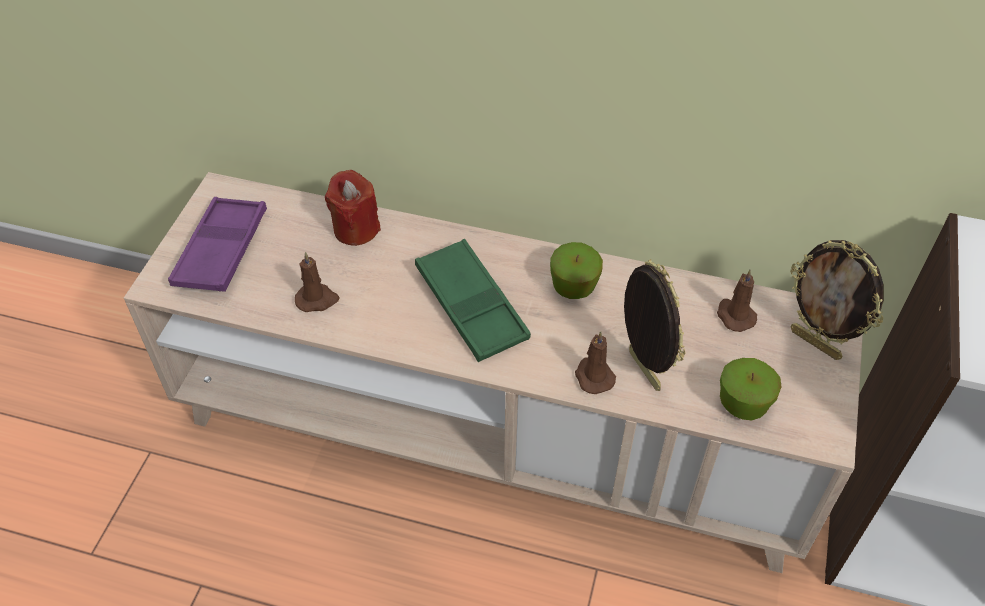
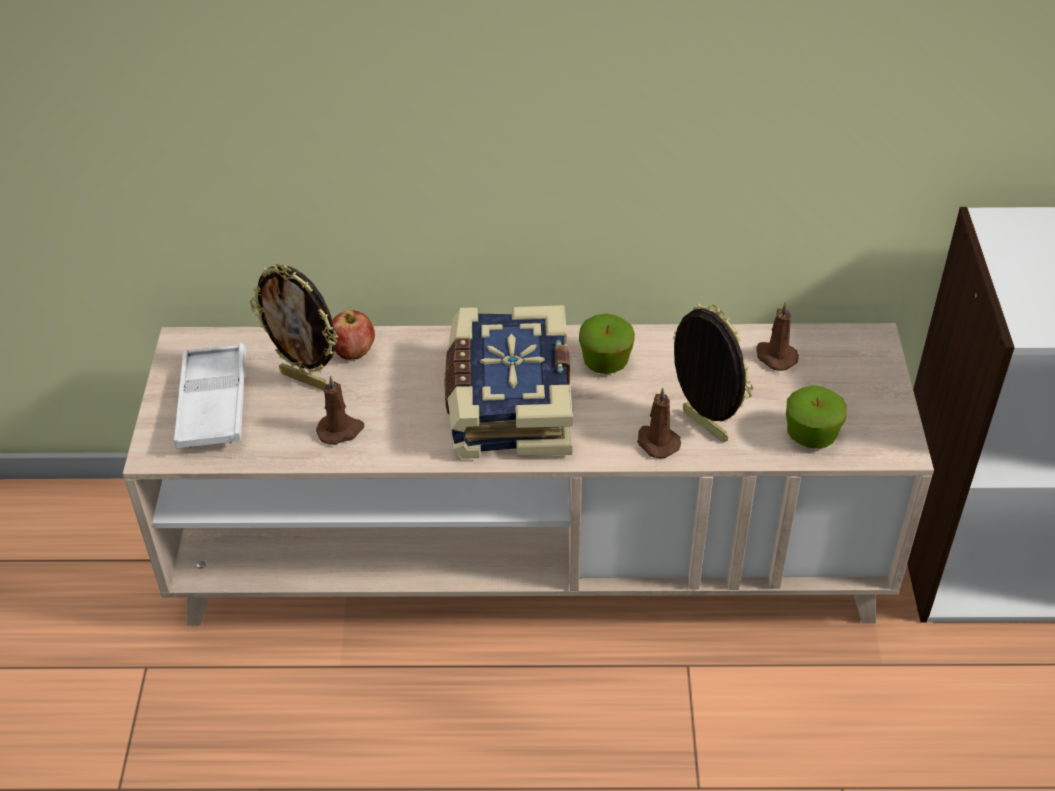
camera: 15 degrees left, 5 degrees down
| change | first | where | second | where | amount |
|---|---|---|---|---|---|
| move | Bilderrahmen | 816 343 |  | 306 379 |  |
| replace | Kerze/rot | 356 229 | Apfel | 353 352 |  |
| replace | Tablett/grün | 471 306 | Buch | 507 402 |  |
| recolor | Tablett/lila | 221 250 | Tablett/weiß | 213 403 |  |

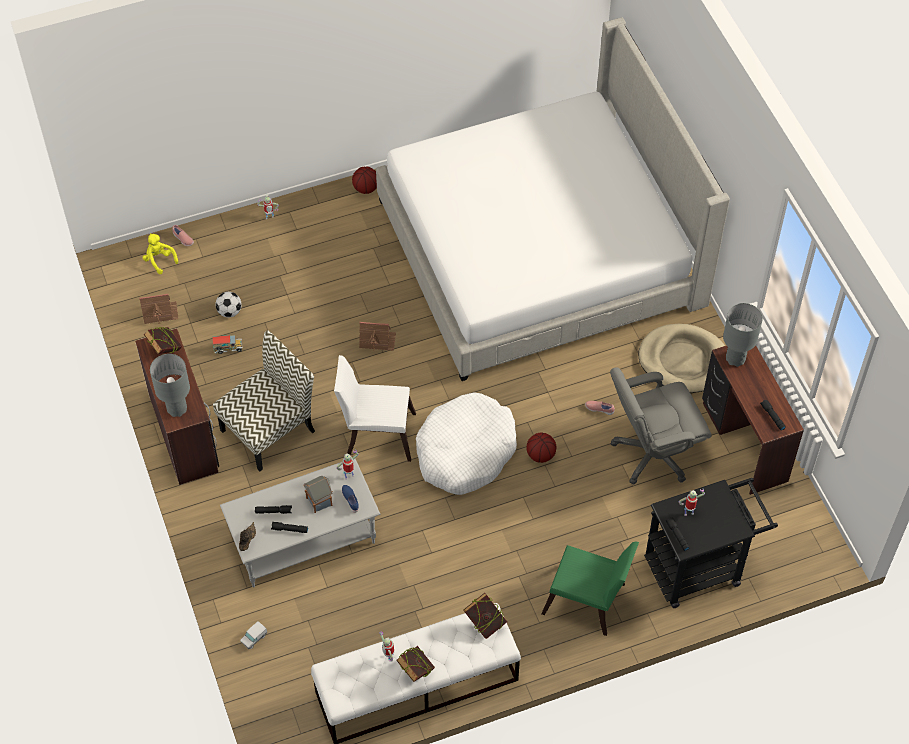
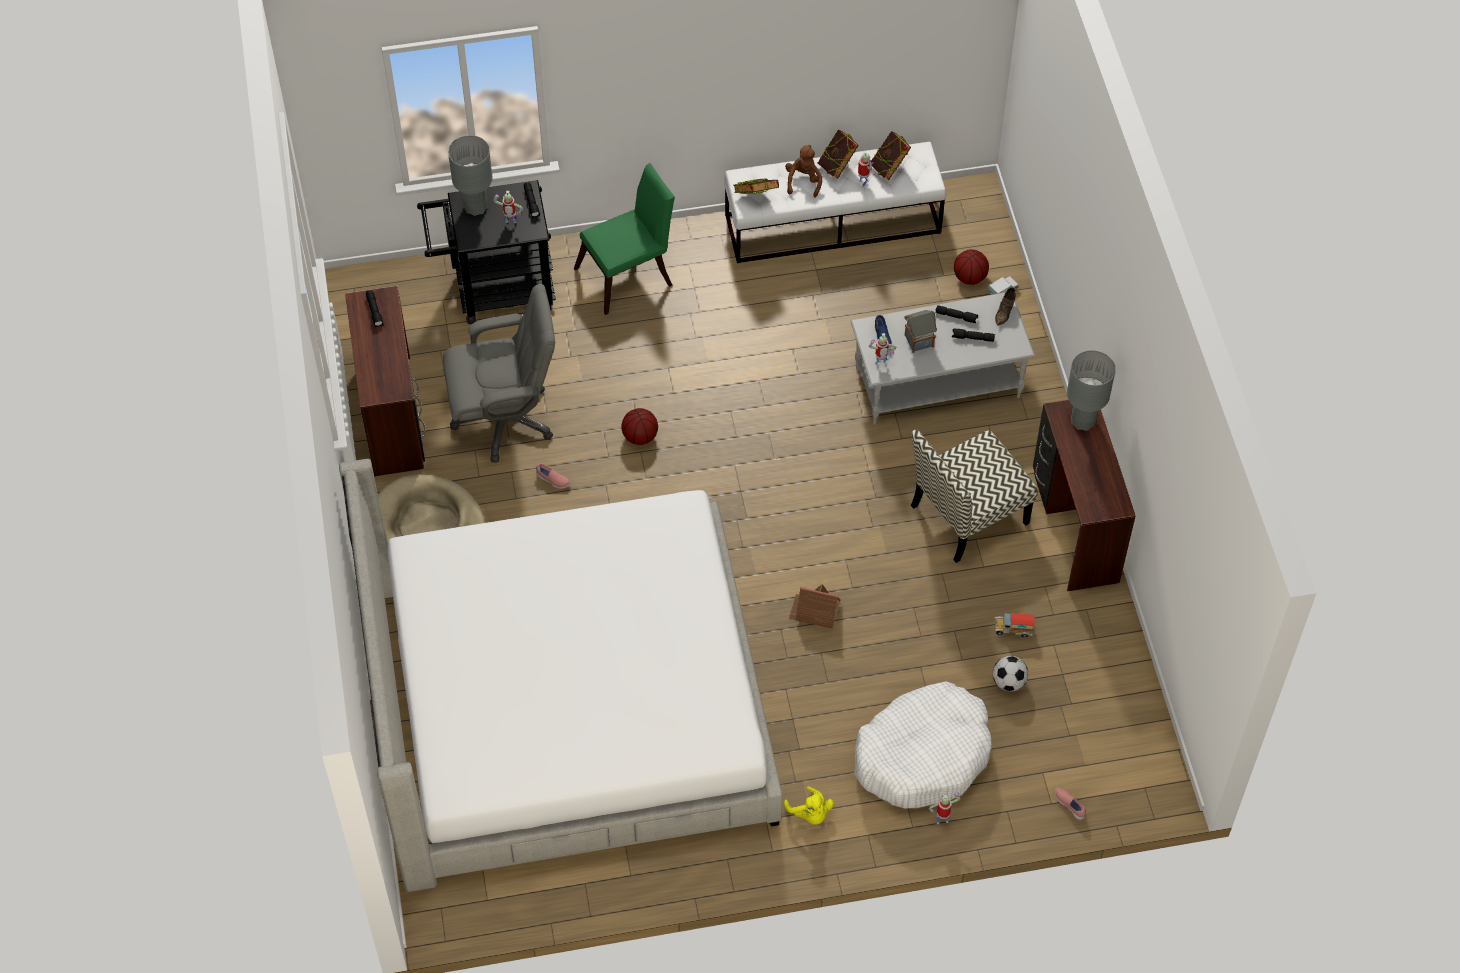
camera: 170 degrees left, 0 degrees up
| change | first | where | second | where | amount |
|---|---|---|---|---|---|
| delete | Spielzeughaus | 160 313 |  |  |  |
| delete | Stuhl/weiß | 375 433 |  |  |  |
| insert |  |  | Plüschtier/braun | 803 181 |  |
| move | Plüschtier/gelb | 159 260 |  | 810 814 |  |
| move | Buch | 165 350 |  | 889 168 |  |
| move | Basketball | 365 188 |  | 970 278 |  |
| move | Hundebett/weiß | 465 451 |  | 923 754 |  |
| move | Tischlampe/grau | 735 359 |  | 475 207 |  |
| rotate | Stuhl/grün | 588 602 |  | 629 275 | 120 degrees clockwise |

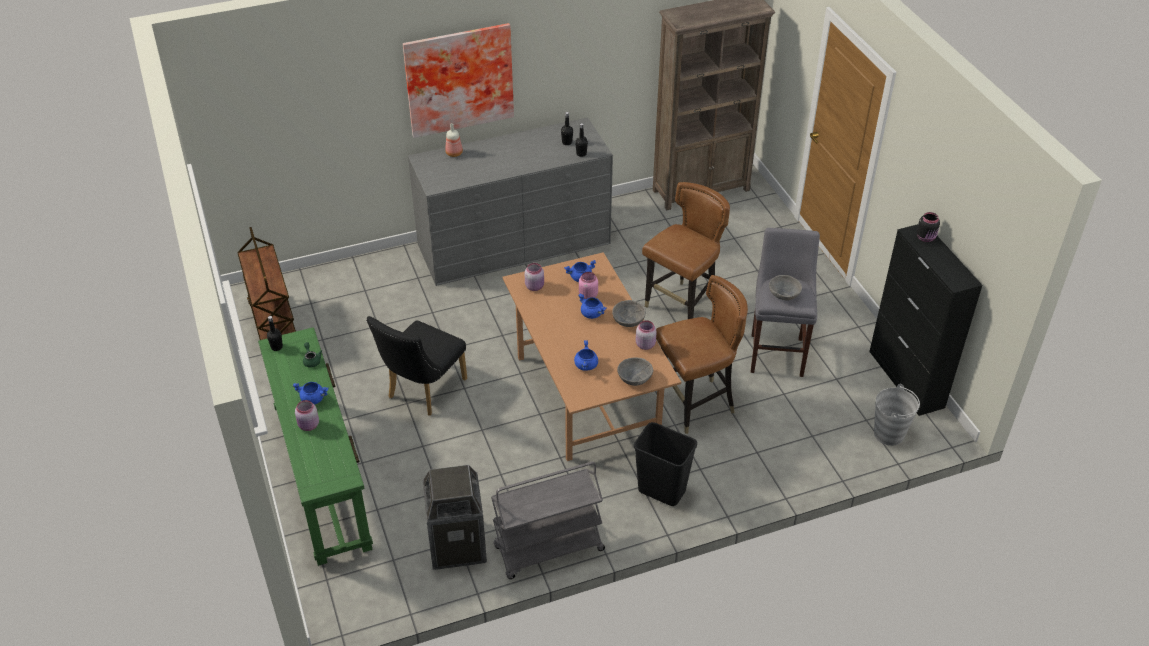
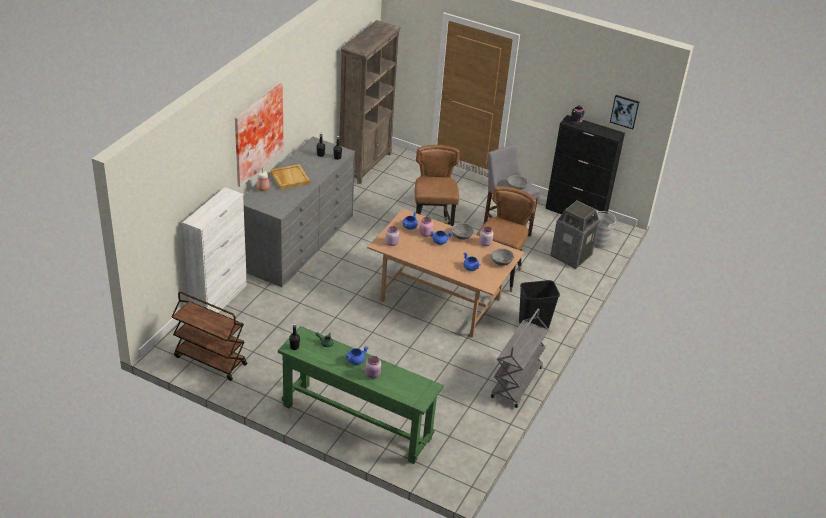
camera: 45 degrees left, 5 degrees down
| change | first | where | second | where | amount |
|---|---|---|---|---|---|
| delete | Stuhl/schwarz | 422 391 |  |  |  |
| insert |  |  | Schrank/weiß | 219 300 |  |
| insert |  |  | Tablett/beige | 289 178 |  |
| insert |  |  | Bild | 624 111 |  |
| move | Mülleimer | 458 545 |  | 571 255 |  |

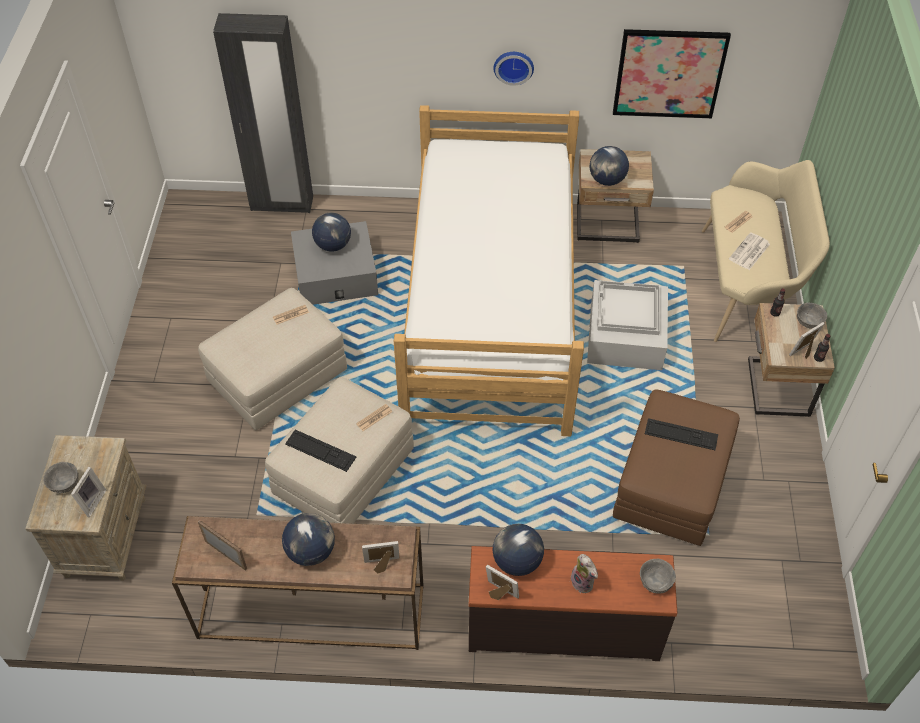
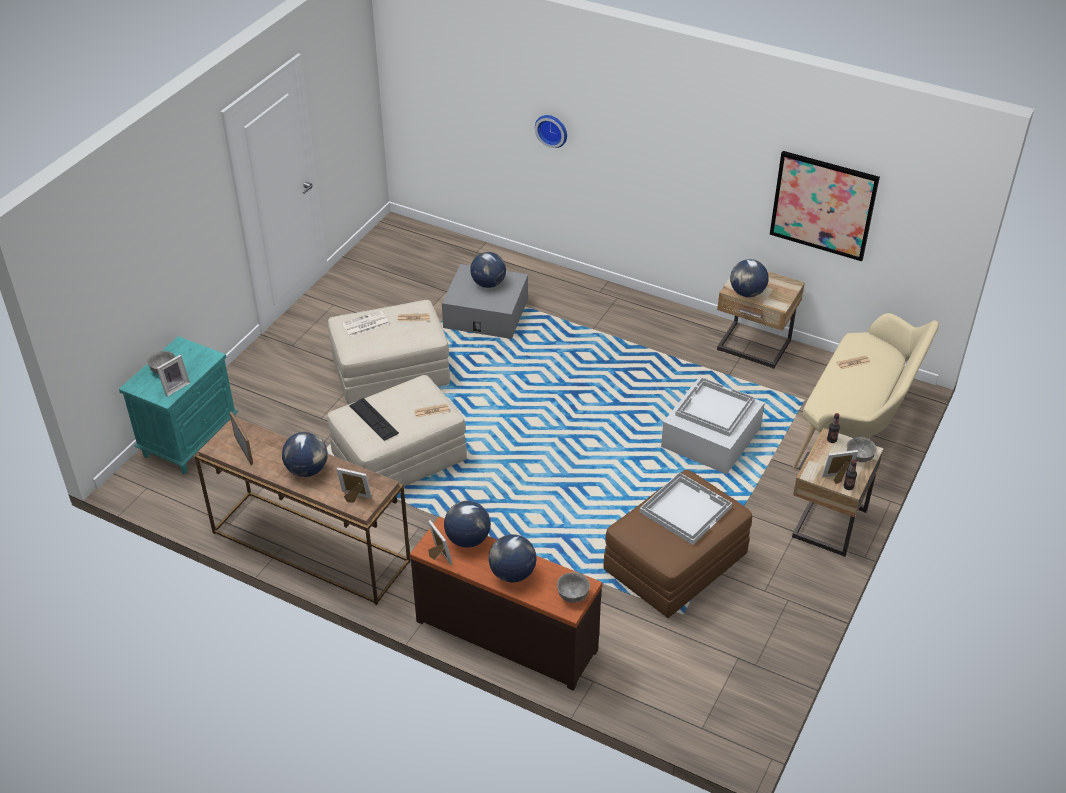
camera: 25 degrees right, 10 degrees down
| change | first | where | second | where | amount |
|---|---|---|---|---|---|
| delete | Kleiderschrank/schwarz | 282 204 |  |  |  |
| delete | Bett | 492 308 |  |  |  |
| move | Wanduhr | 513 66 |  | 552 130 |  |
| move | Zeitung | 749 252 |  | 365 324 |  |
| replace | Plüschtier | 583 582 | Globus | 512 573 |  |
| replace | Tastatur | 681 434 | Tablett/weiß | 685 509 |  |
| recolor | Nachttisch/beige | 105 536 | Nachttisch/türkis | 190 439 |  |

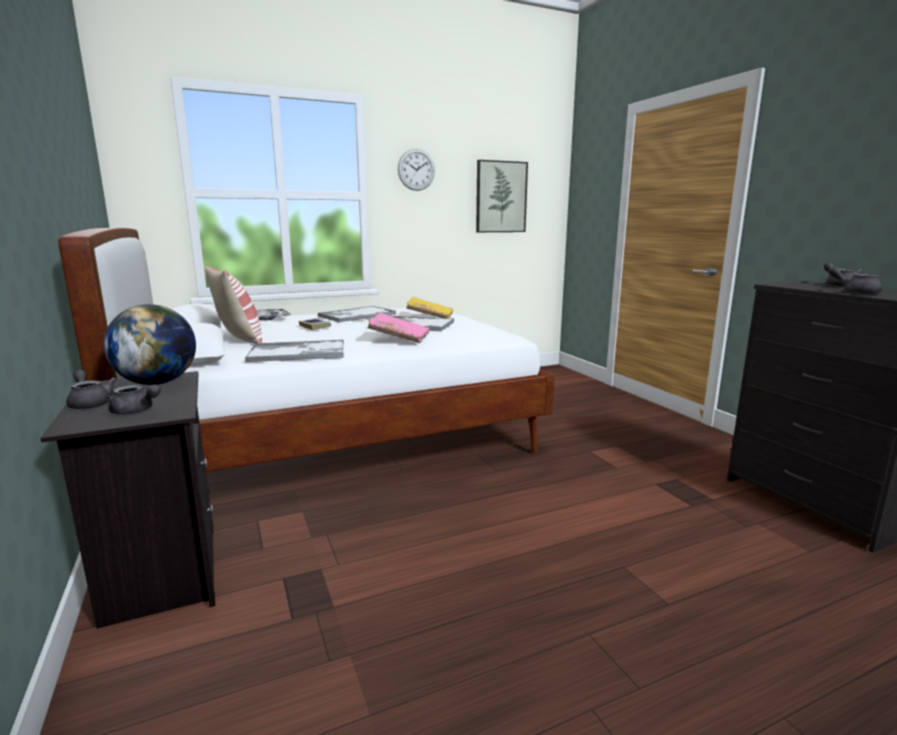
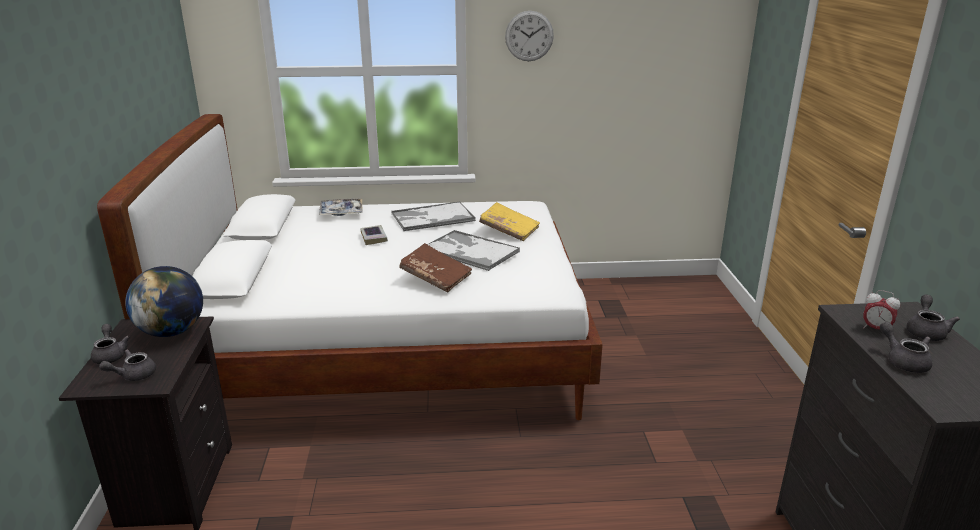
camera: 20 degrees right, 10 degrees up
| change | first | where | second | where | amount |
|---|---|---|---|---|---|
| delete | Kissen | 239 339 |  |  |  |
| delete | Tablett | 299 352 |  |  |  |
| delete | Bild | 500 197 |  |  |  |
| insert |  |  | Wecker | 875 329 |  |
| recolor | Buch/rosa | 399 338 | Buch/braun | 436 277 |  |
| rotate | Teekanne/grau | 135 411 |  | 133 375 | 105 degrees clockwise |

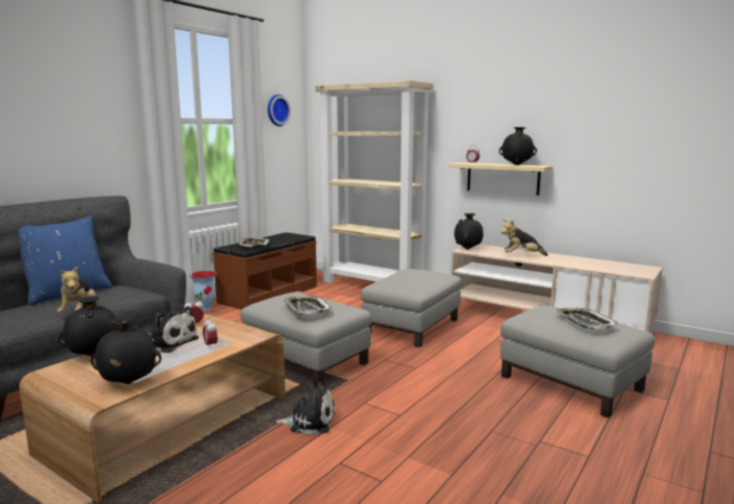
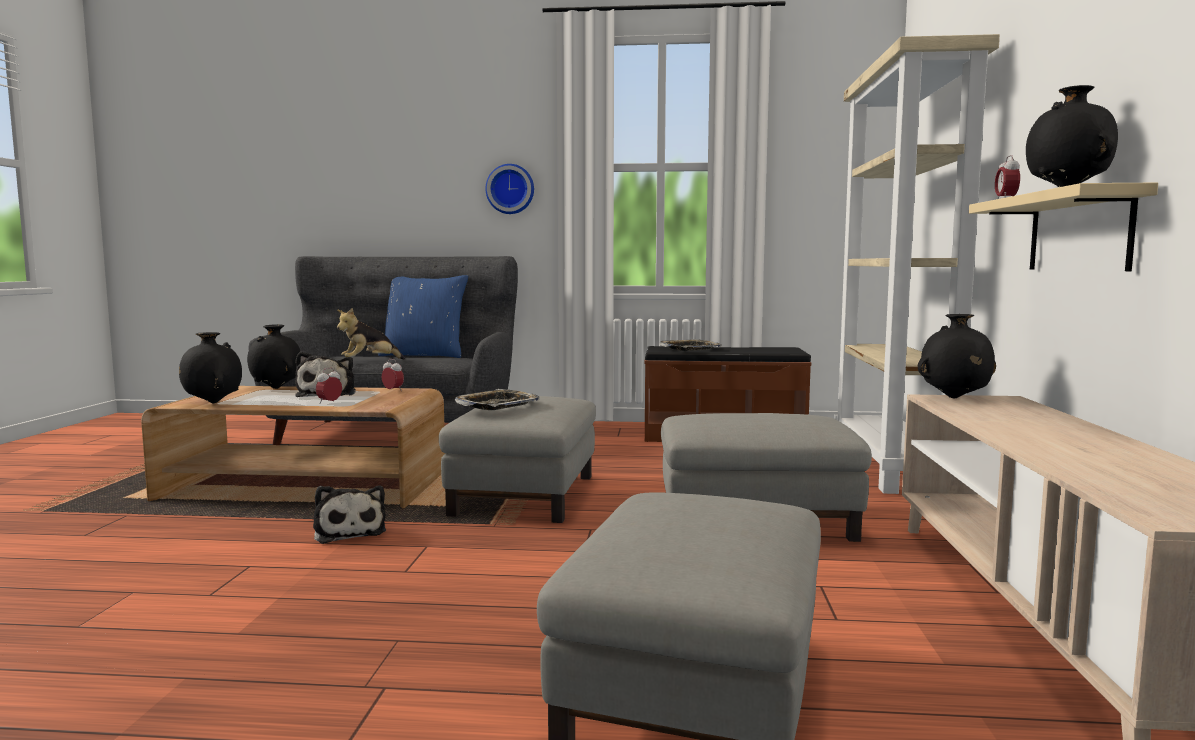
camera: 60 degrees right, 5 degrees down
| change | first | where | second | where | amount |
|---|---|---|---|---|---|
| delete | Vase | 205 308 |  |  |  |
| delete | Plüschtier | 521 256 |  |  |  |
| delete | Tablett | 584 322 |  |  |  |
| move | Wanduhr | 276 110 |  | 510 189 |  |

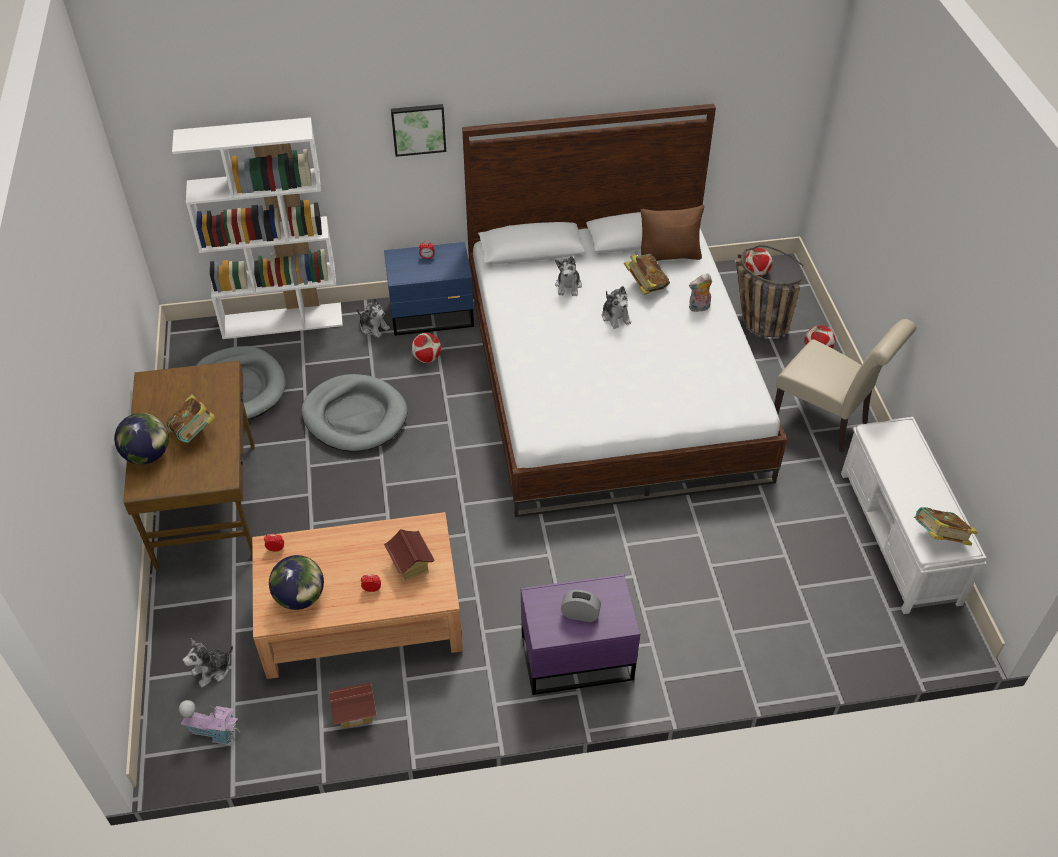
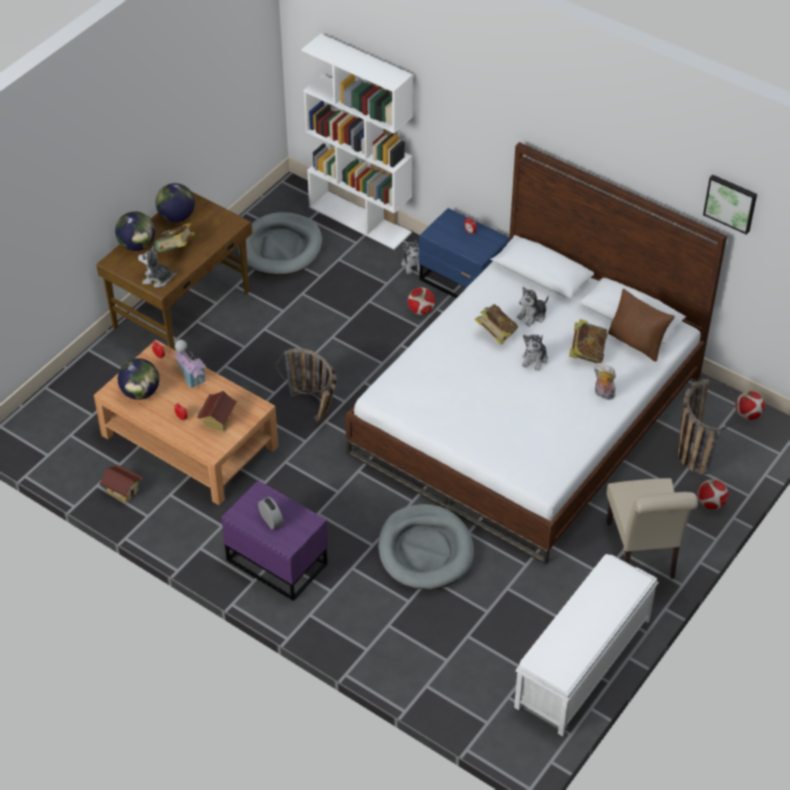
camera: 45 degrees right, 0 degrees up
| change | first | where | second | where | amount |
|---|---|---|---|---|---|
| insert |  |  | Globus | 176 217 |  |
| insert |  |  | Korb | 315 412 |  |
| move | Spielzeughaus | 214 731 |  | 191 376 |  |
| move | Plüschtier | 212 670 |  | 157 279 |  |
| move | Hundebett/grau | 355 416 |  | 425 550 |  |
| move | Bild | 418 128 |  | 731 203 |  |
| move | Buch | 939 538 |  | 496 334 |  |

